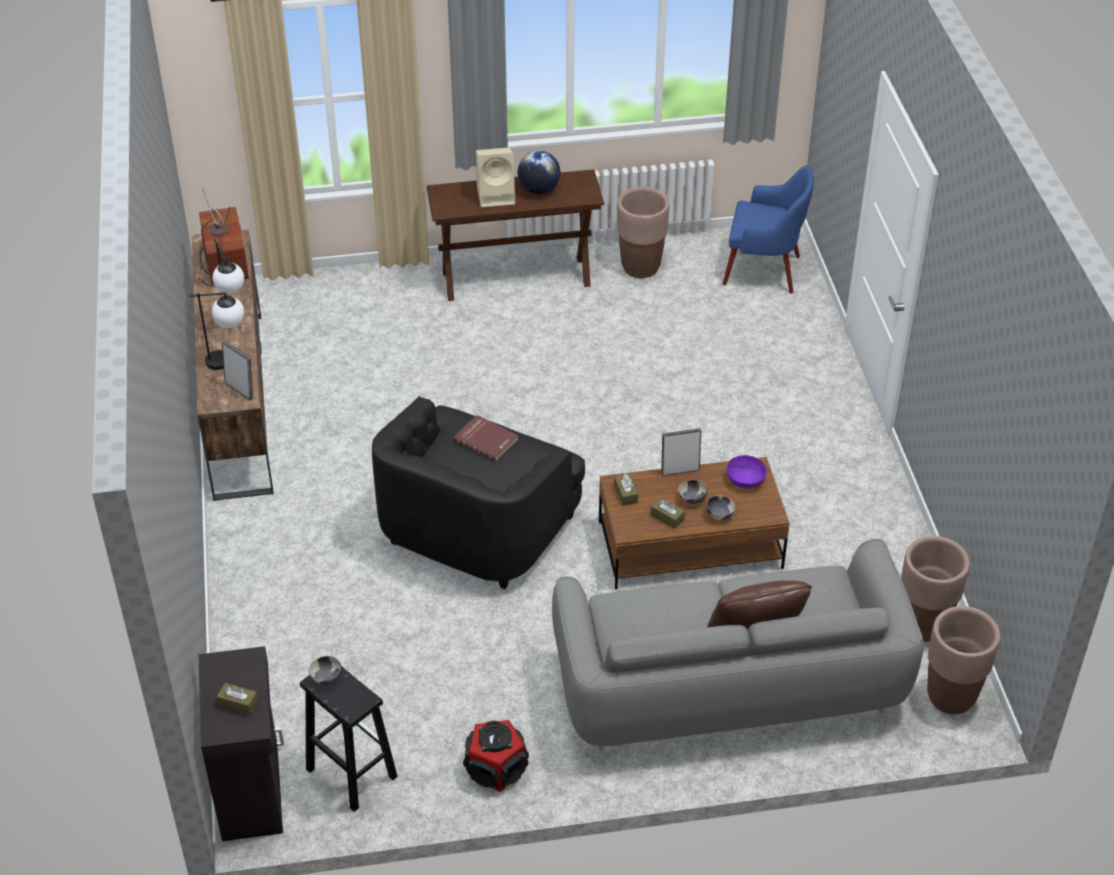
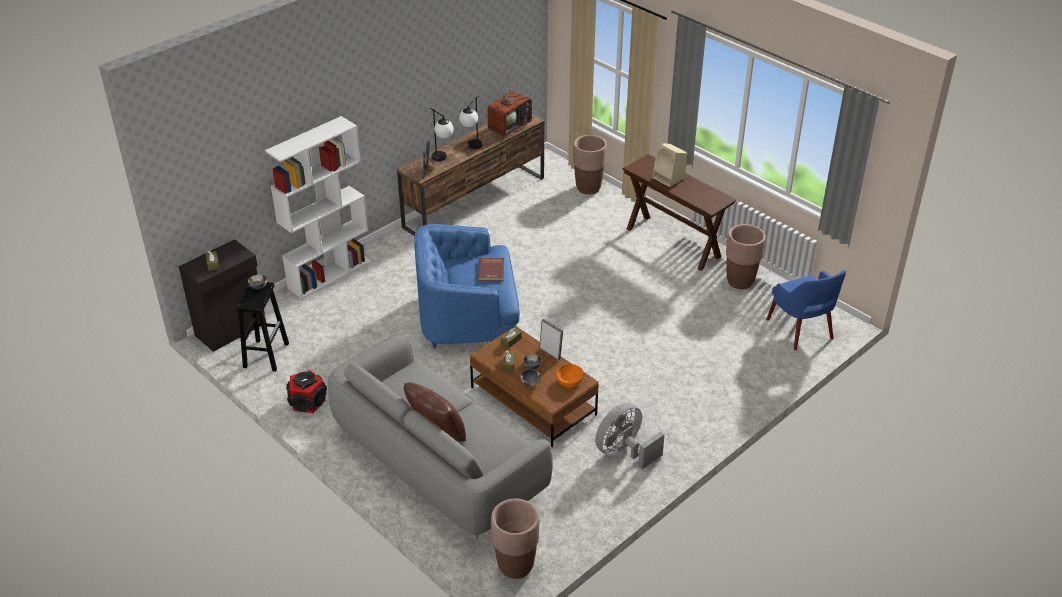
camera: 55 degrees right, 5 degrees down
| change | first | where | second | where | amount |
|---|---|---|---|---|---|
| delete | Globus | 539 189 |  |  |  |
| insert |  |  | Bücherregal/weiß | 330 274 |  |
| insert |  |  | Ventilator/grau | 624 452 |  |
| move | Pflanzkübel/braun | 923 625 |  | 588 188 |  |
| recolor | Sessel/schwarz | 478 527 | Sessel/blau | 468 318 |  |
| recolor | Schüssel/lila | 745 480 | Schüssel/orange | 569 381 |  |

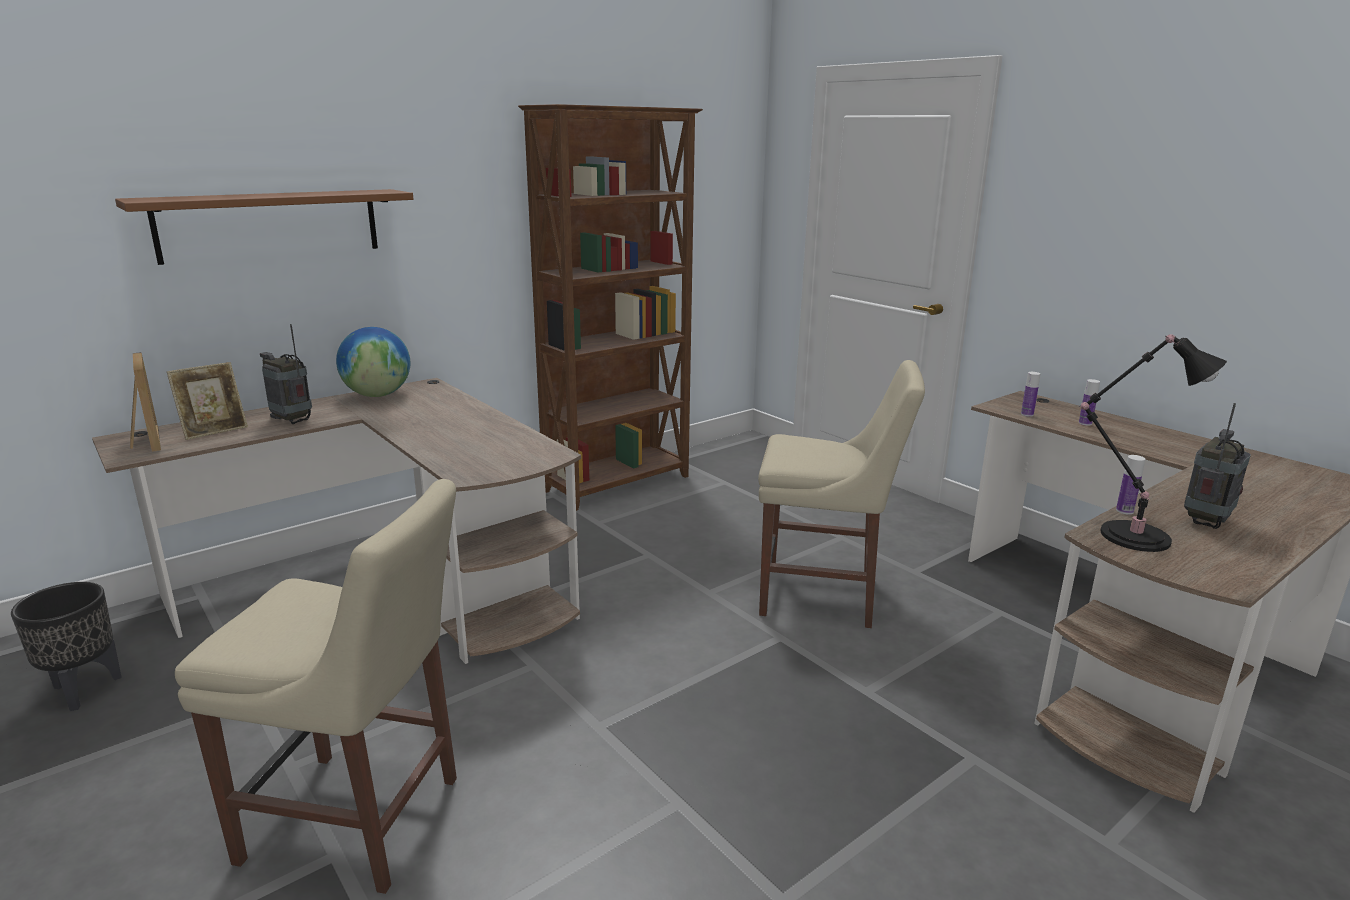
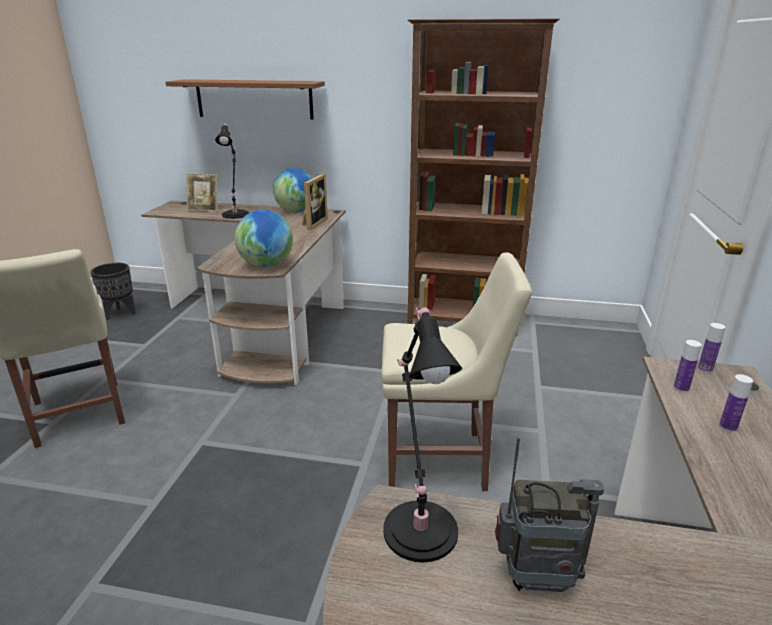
camera: 50 degrees right, 5 degrees up
| change | first | where | second | where | amount |
|---|---|---|---|---|---|
| insert |  |  | Globus | 267 265 |  |
| move | Bilderrahmen | 145 441 |  | 313 223 |  |
| move | Flasche | 1124 511 |  | 705 369 |  |
| replace | Radio | 292 421 | Tischlampe/schwarz | 236 214 |  |
| rotate | Stuhl/beige | 824 596 |  | 442 460 | 60 degrees counterclockwise |

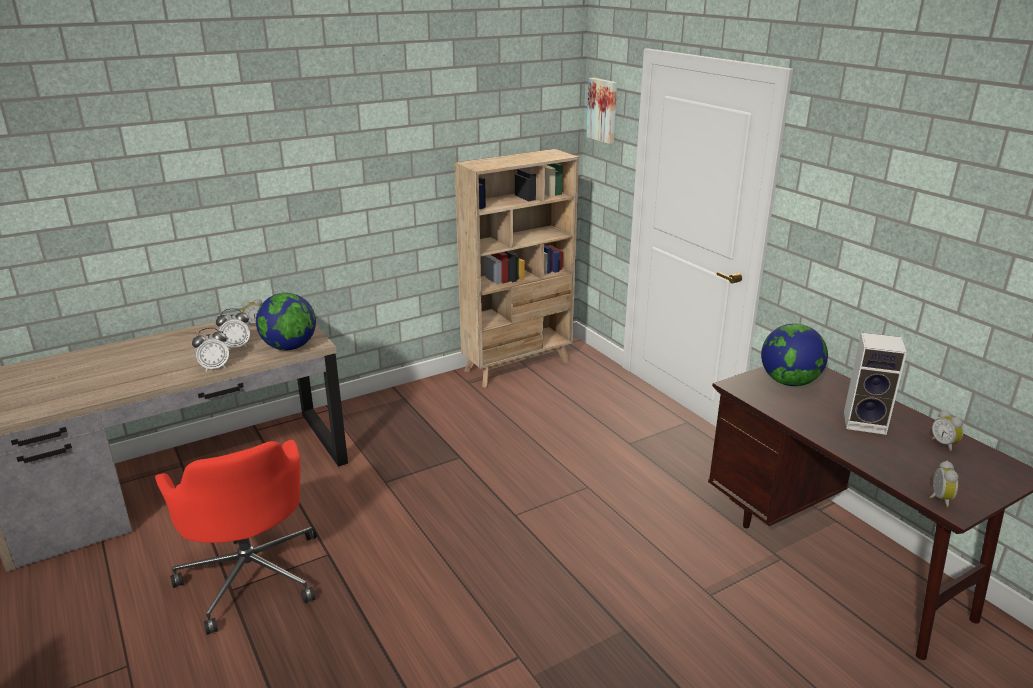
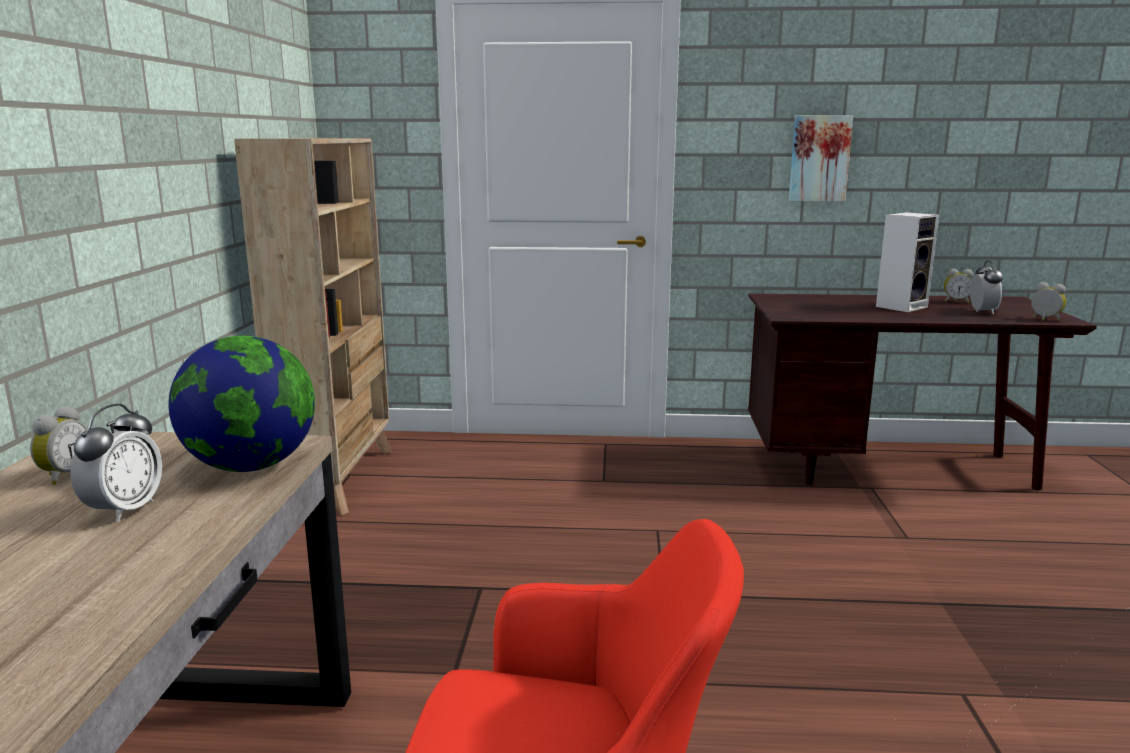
camera: 55 degrees left, 10 degrees down
| change | first | where | second | where | amount |
|---|---|---|---|---|---|
| delete | Globus | 789 382 |  |  |  |
| move | Wecker | 214 367 |  | 982 312 |  |
| move | Bild | 603 110 |  | 819 158 |  |

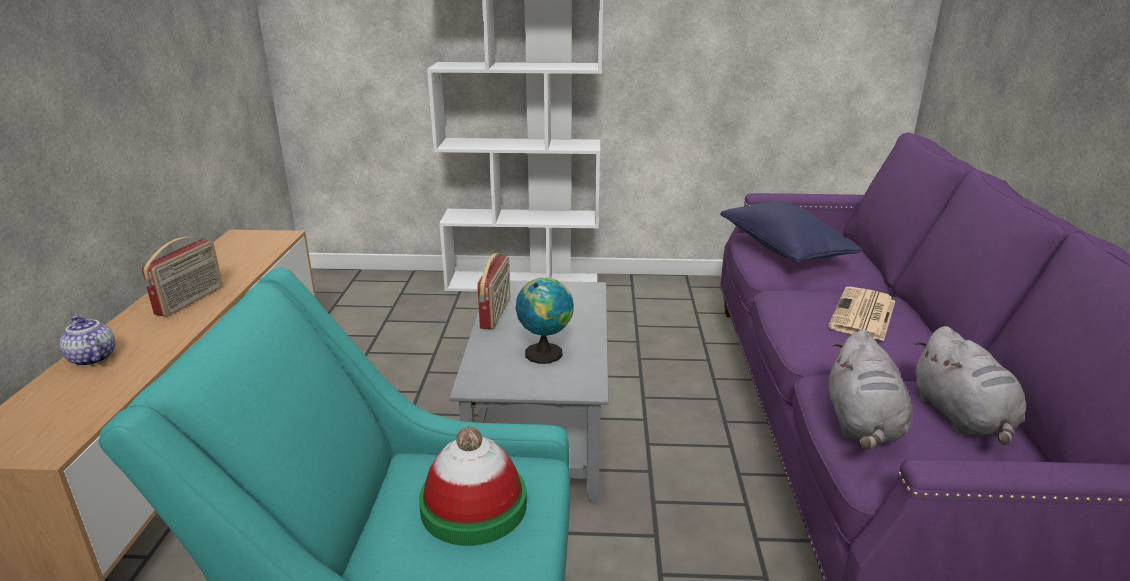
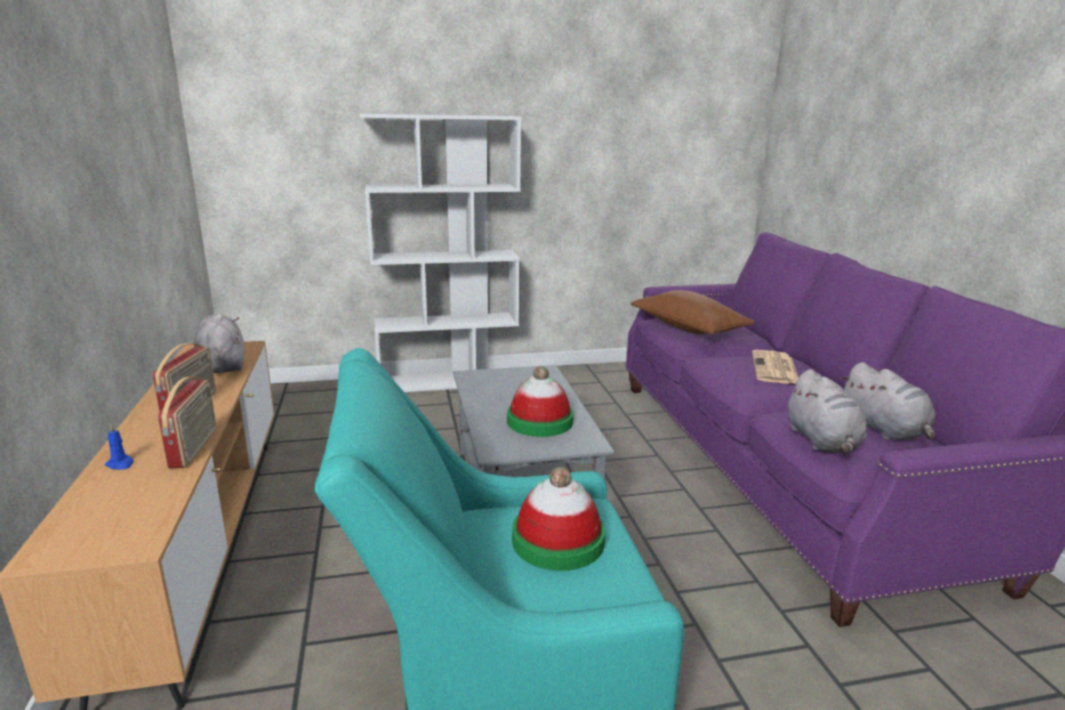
camera: 15 degrees left, 5 degrees down
| change | first | where | second | where | amount |
|---|---|---|---|---|---|
| insert |  |  | Plüschtier/grau | 222 365 |  |
| move | Radio | 496 313 |  | 195 448 |  |
| replace | Teekanne | 91 358 | Kerze/blau | 120 464 |  |
| replace | Globus | 545 352 | Hut | 539 421 |  |
| recolor | Kissen/blau | 784 249 | Kissen/braun | 688 328 |  |

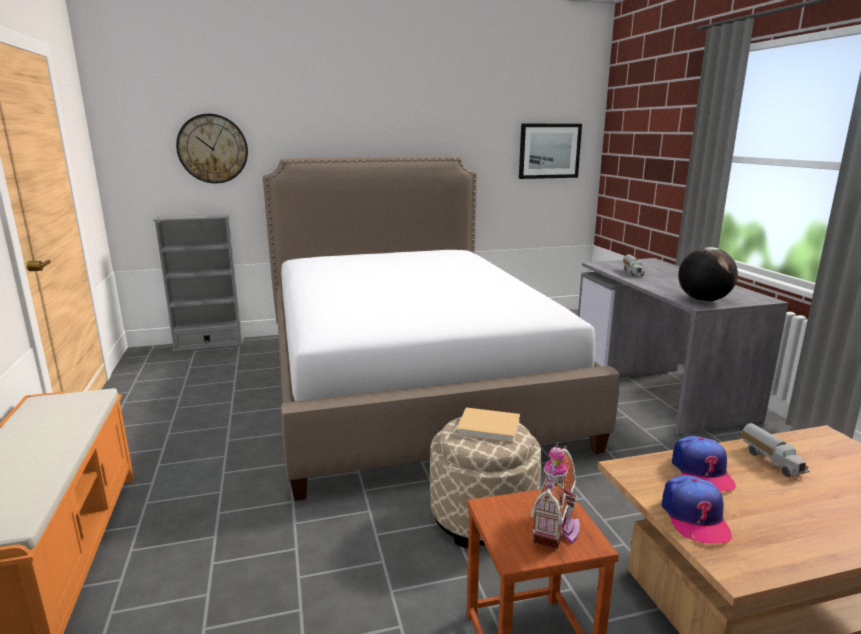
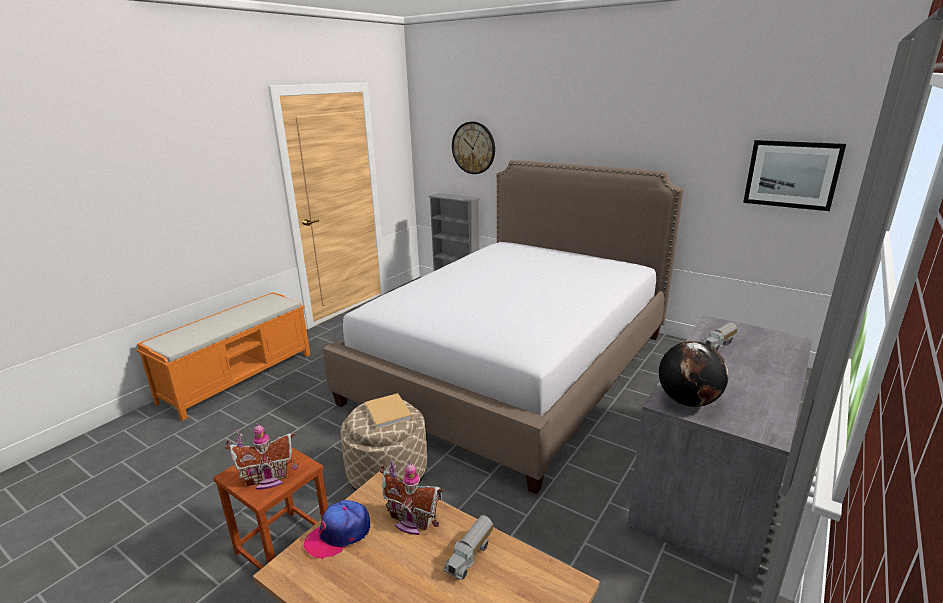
camera: 50 degrees right, 5 degrees up
| change | first | where | second | where | amount |
|---|---|---|---|---|---|
| replace | Kappe | 701 471 | Spielzeughaus | 411 521 |  |

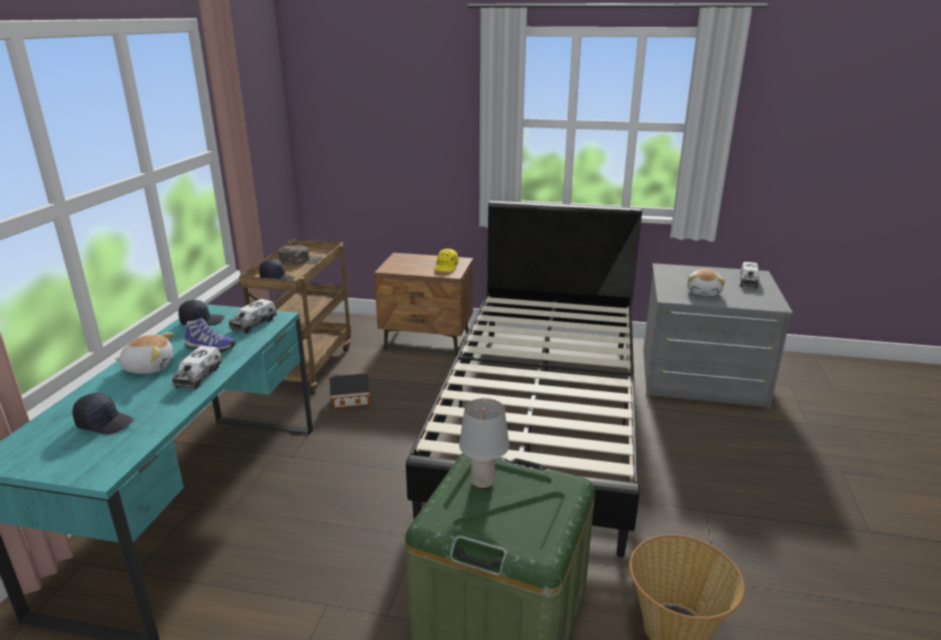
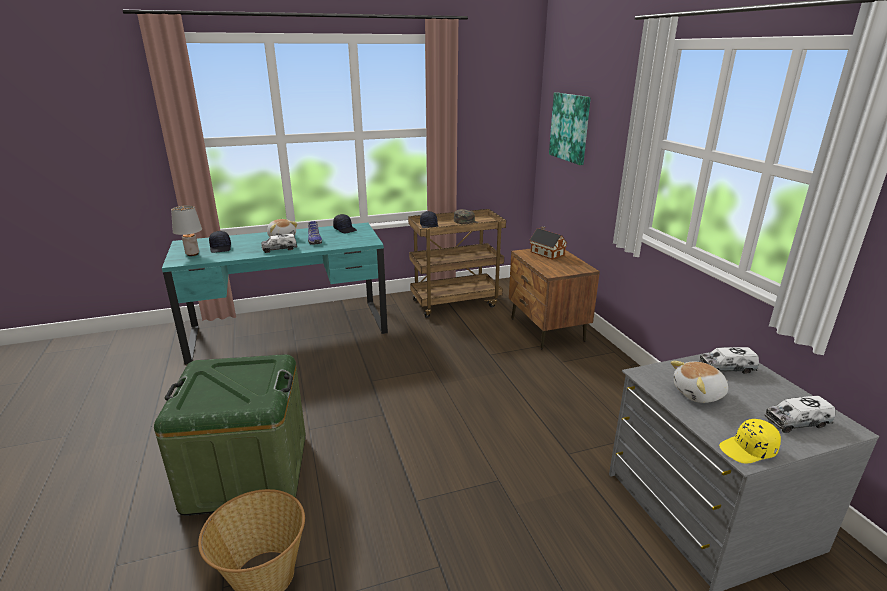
camera: 60 degrees right, 0 degrees up
| change | first | where | second | where | amount |
|---|---|---|---|---|---|
| delete | Bett/schwarz | 540 418 |  |  |  |
| insert |  |  | Bild | 570 127 |  |
| move | Spielzeuglaster | 254 324 |  | 726 368 |  |
| move | Spielzeughaus | 349 400 |  | 546 253 |  |
| move | Kappe/gelb | 446 267 |  | 748 450 |  |
| move | Tischlampe/grau | 483 482 |  | 193 254 |  |

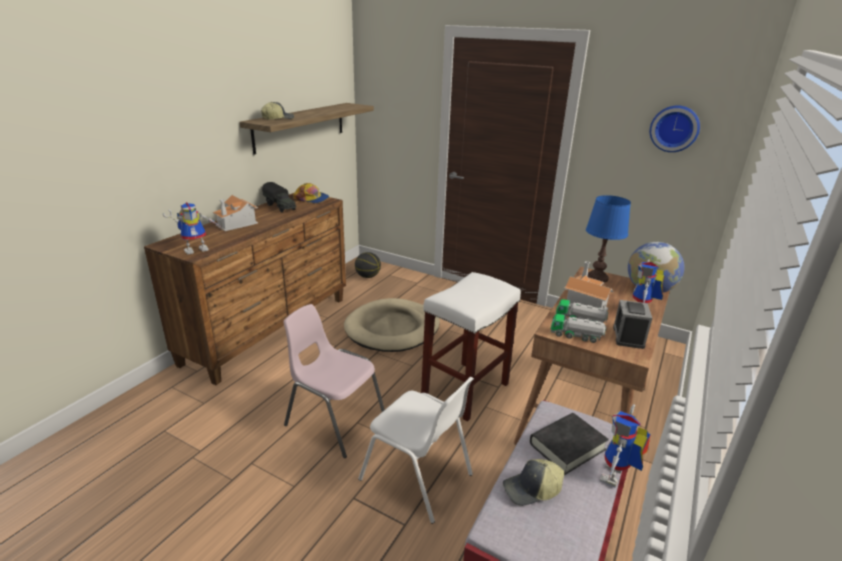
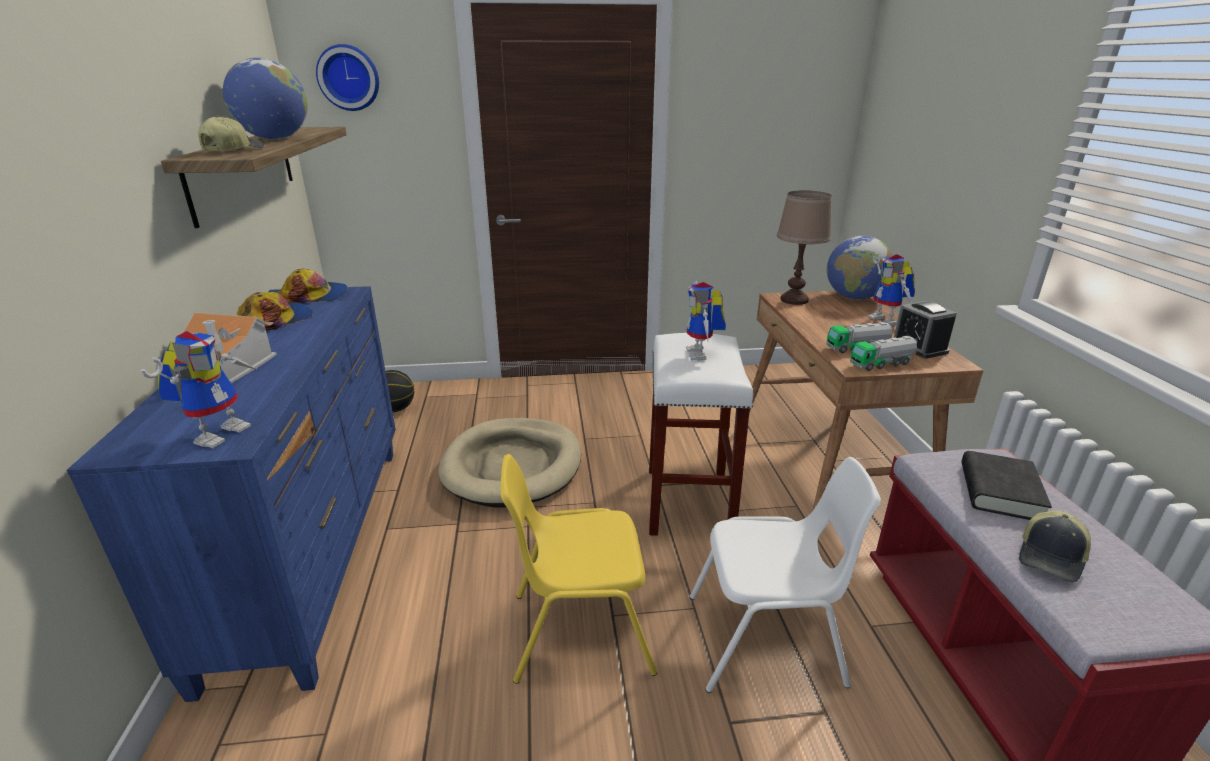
camera: 35 degrees left, 0 degrees up
| change | first | where | second | where | amount |
|---|---|---|---|---|---|
| delete | Spielzeughaus | 584 303 |  |  |  |
| insert |  |  | Globus | 275 139 |  |
| move | Spielzeugroboter | 616 478 |  | 702 355 |  |
| move | Wanduhr | 674 128 |  | 349 78 |  |
| replace | Spielzeuglaster | 280 207 | Kappe | 277 320 |  |
| recolor | Kommode/braun | 270 329 | Kommode/blau | 317 548 |  |
| recolor | Stuhl/rosa | 334 420 | Stuhl/gelb | 579 631 |  |
| recolor | Tischlampe/blau | 596 278 | Tischlampe/braun | 793 300 |  |

